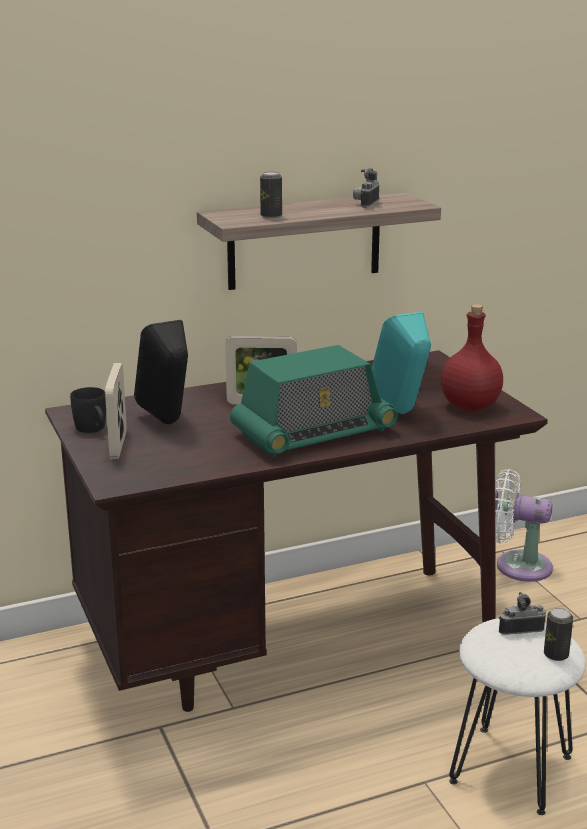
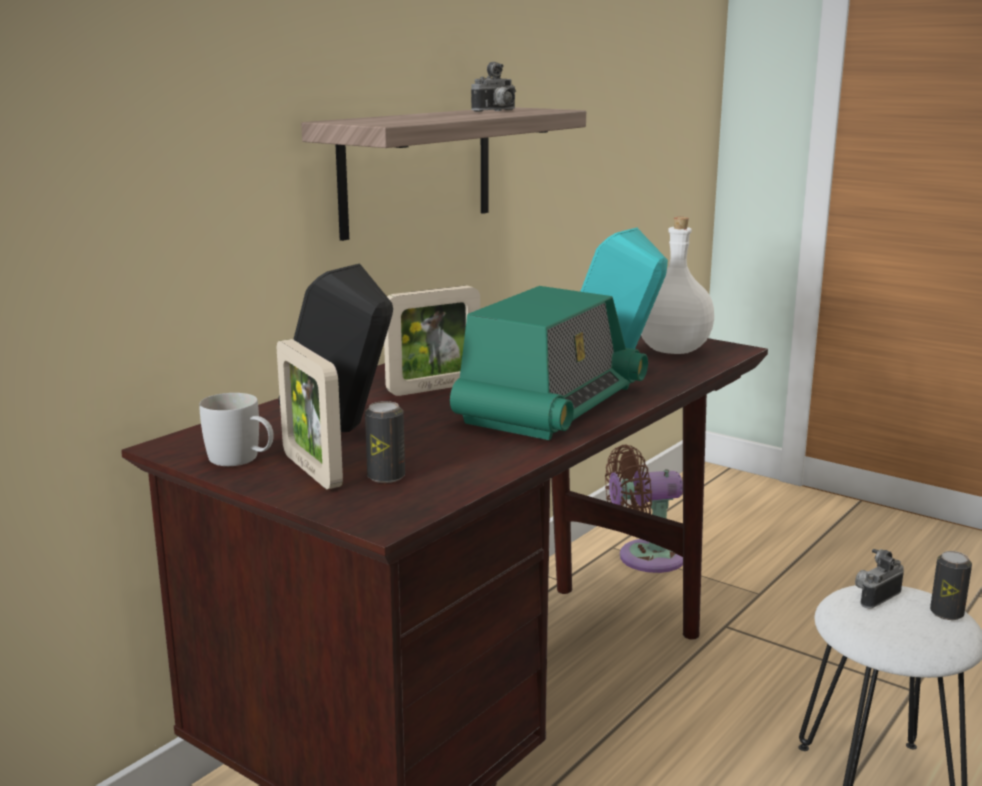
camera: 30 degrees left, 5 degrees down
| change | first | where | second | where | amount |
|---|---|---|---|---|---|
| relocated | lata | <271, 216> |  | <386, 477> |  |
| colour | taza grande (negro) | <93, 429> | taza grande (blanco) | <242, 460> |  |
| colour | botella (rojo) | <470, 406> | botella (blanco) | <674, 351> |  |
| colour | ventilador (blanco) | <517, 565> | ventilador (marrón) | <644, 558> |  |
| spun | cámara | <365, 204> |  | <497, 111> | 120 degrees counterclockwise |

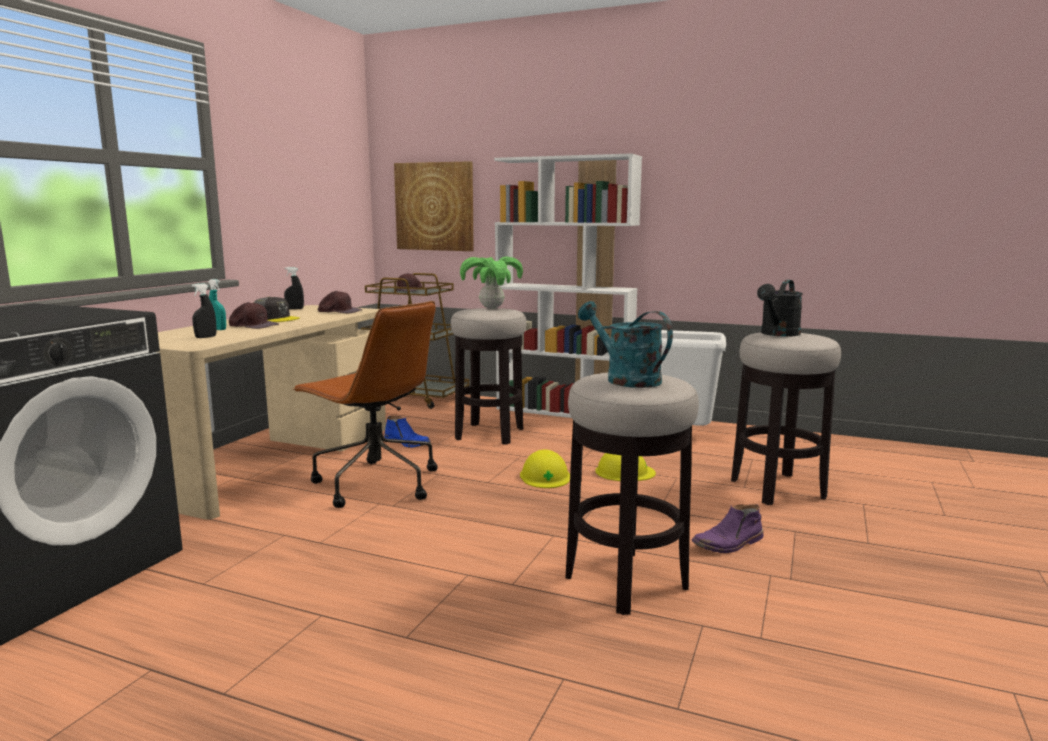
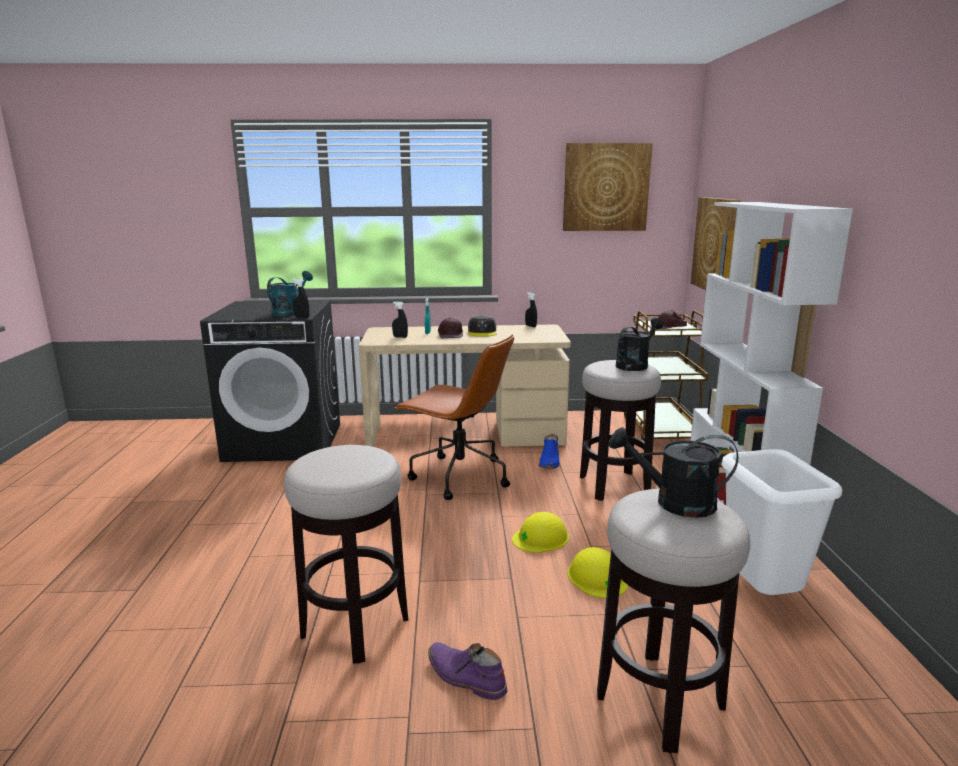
camera: 65 degrees right, 5 degrees up
| change | first | where | second | where | amount |
|---|---|---|---|---|---|
| missing | gorra (marrón) | <340, 311> |  |  |  |
| appeared |  |  | pulverizador (negro) | <302, 317> |  |
| appeared |  |  | cuadro | <606, 187> |  |
| relocated | regadera (turquesa) | <625, 379> |  | <289, 312> |  |
| exchanged | planta en maceta | <492, 308> | regadera (negro) | <635, 365> |  |
| spun | silla de oficina (marrón) | <375, 483> |  | <458, 476> | 75 degrees counterclockwise |

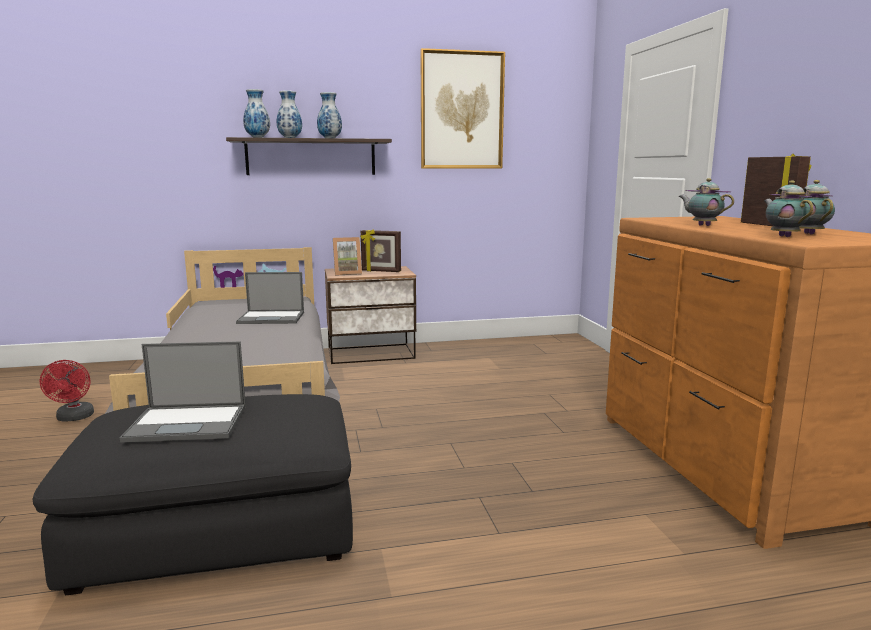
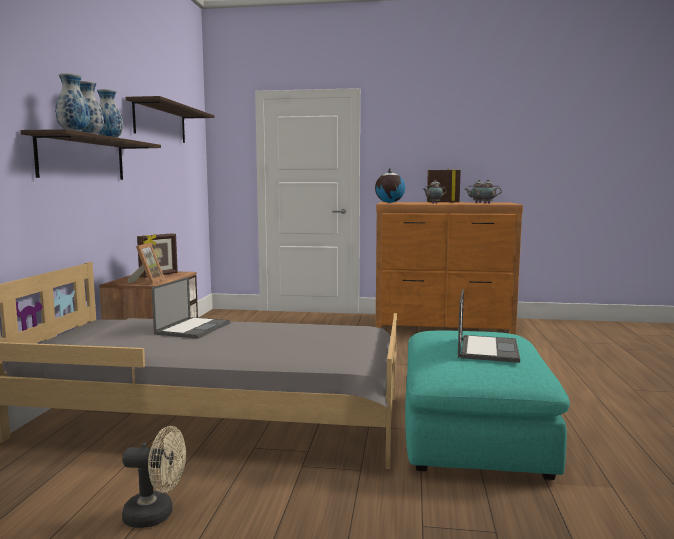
camera: 70 degrees left, 5 degrees down
| change | first | where | second | where | amount |
|---|---|---|---|---|---|
| appeared |  |  | globo terráqueo | <389, 202> |  |
| exchanged | cuadro | <462, 110> | estante | <160, 123> |  |
| colour | puf (negro) | <220, 528> | puf (turquesa) | <472, 431> |  |
| colour | ventilador (rojo) | <74, 418> | ventilador (beis) | <156, 515> |  |

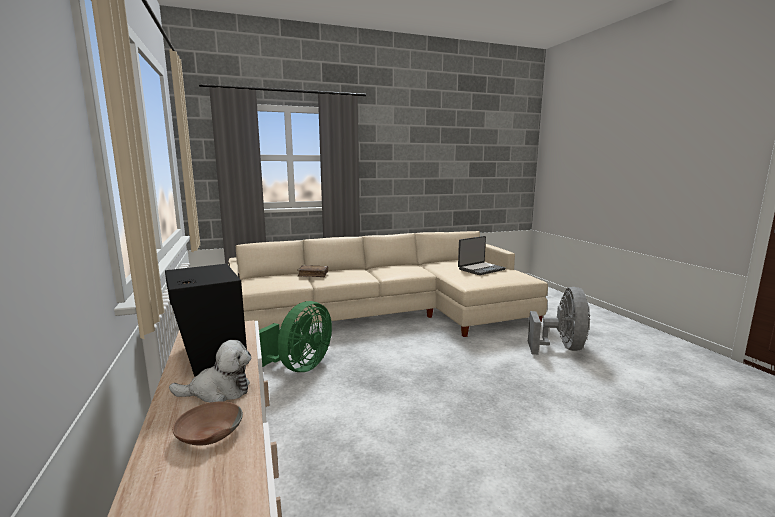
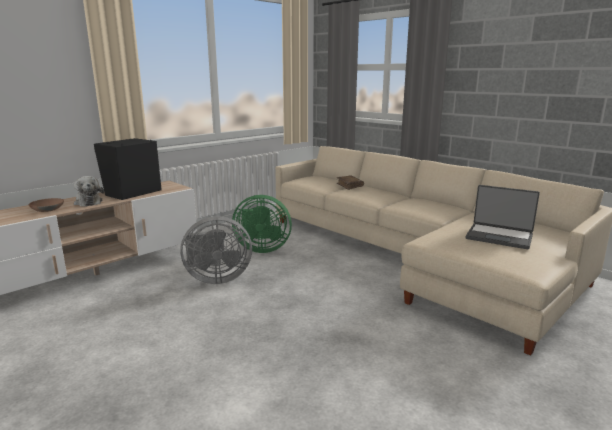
camera: 65 degrees right, 5 degrees up
| change | first | where | second | where | amount |
|---|---|---|---|---|---|
| relocated | ventilador (gris) | <561, 348> |  | <216, 278> |  |

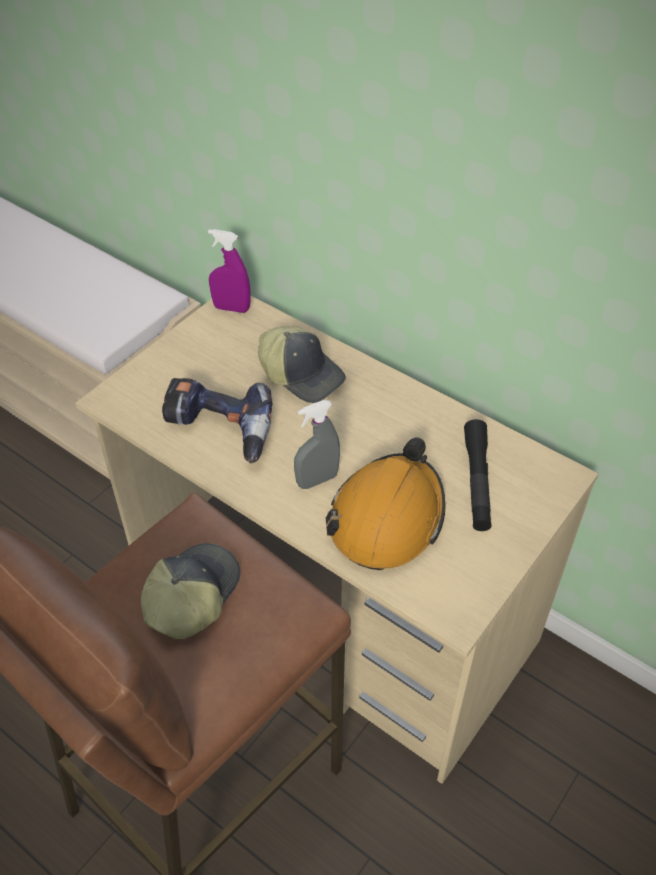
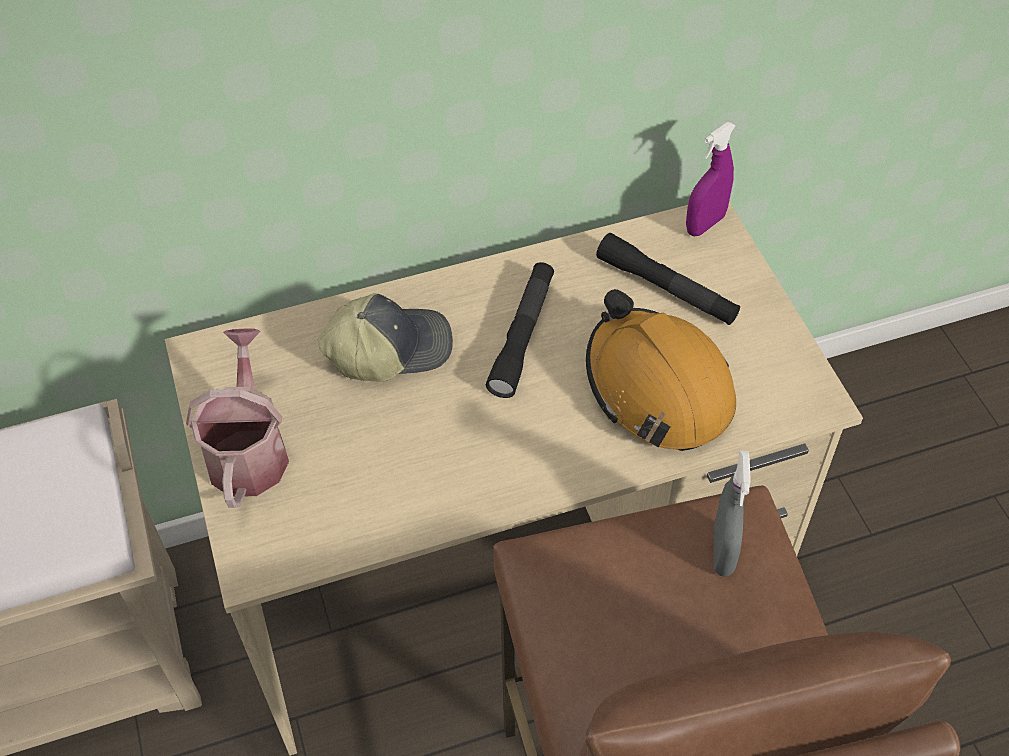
camera: 55 degrees left, 5 degrees up
| change | first | where | second | where | amount |
|---|---|---|---|---|---|
| missing | gorra | <190, 596> |  |  |  |
| missing | taladro | <218, 431> |  |  |  |
| appeared |  |  | regadera | <248, 450> |  |
| appeared |  |  | linterna (negro) | <522, 336> |  |
| relocated | pulverizador (morado) | <231, 308> |  | <705, 224> |  |
| relocated | pulverizador (gris) | <317, 480> |  | <723, 551> |  |

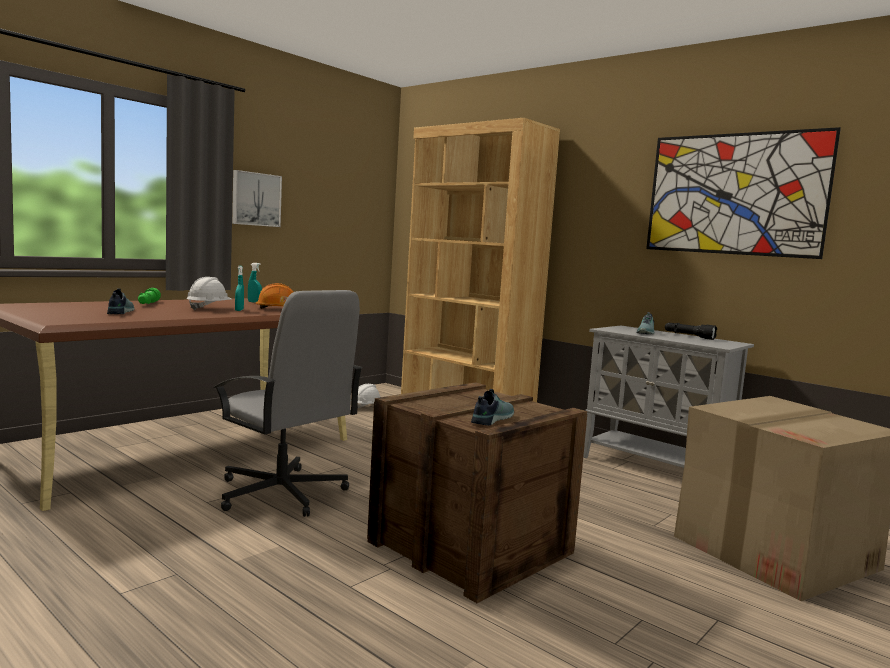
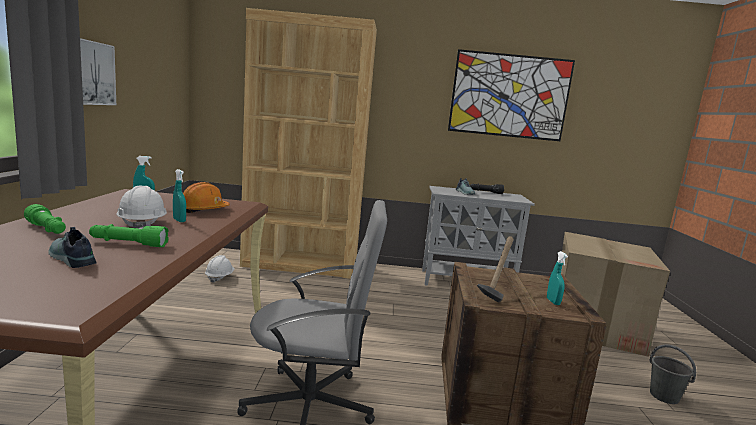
camera: 40 degrees left, 5 degrees up
| change | first | where | second | where | amount |
|---|---|---|---|---|---|
| appeared |  |  | linterna (verde) | <128, 243> |  |
| appeared |  |  | martillo | <494, 290> |  |
| appeared |  |  | cubo (gris) | <664, 396> |  |
| exchanged | zapato | <490, 419> | pulverizador (turquesa) | <553, 302> |  |

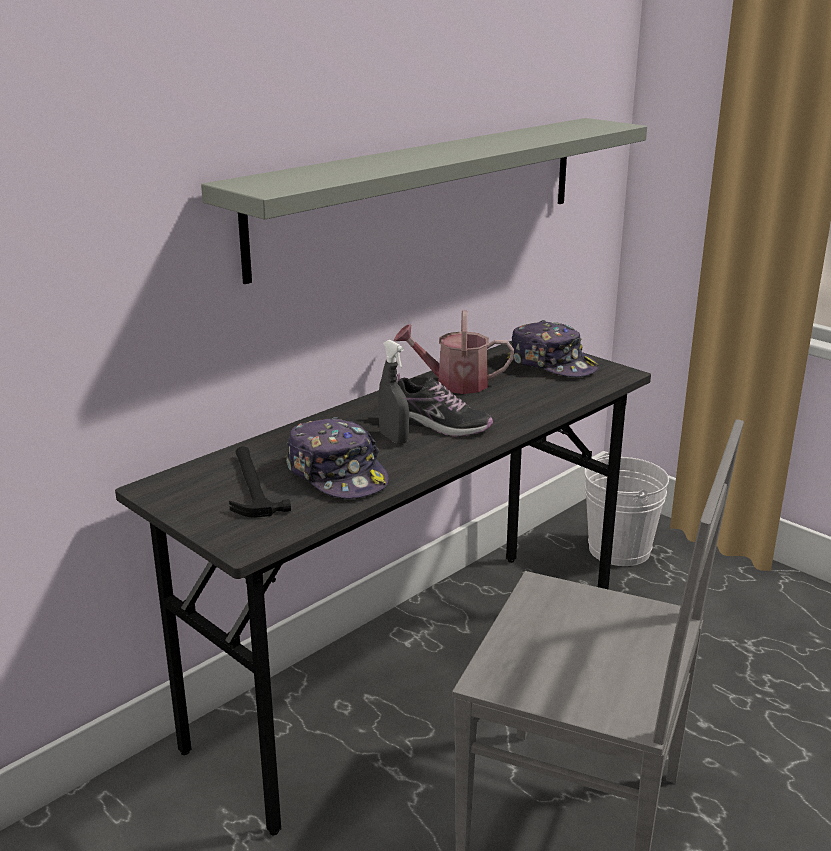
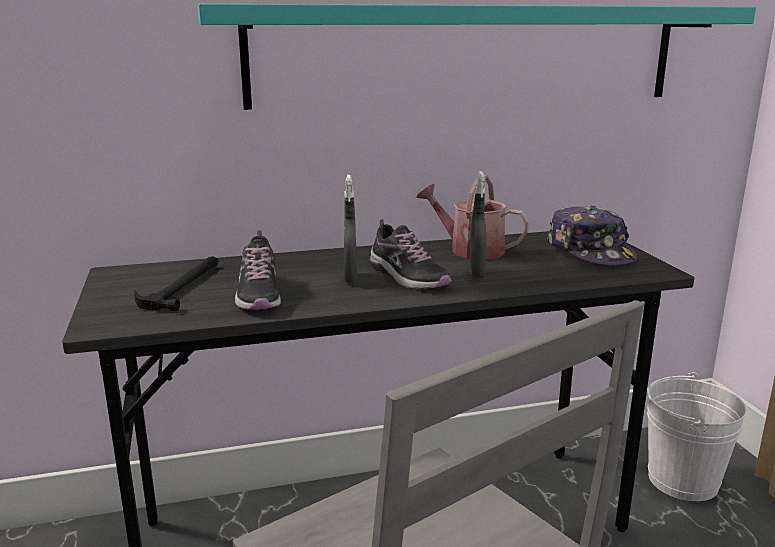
camera: 30 degrees right, 5 degrees down
| change | first | where | second | where | amount |
|---|---|---|---|---|---|
| appeared |  |  | pulverizador (gris) | <476, 272> |  |
| exchanged | gorra | <337, 475> | zapato | <259, 294> |  |
| colour | estante (gris) | <424, 192> | estante (turquesa) | <469, 55> |  |

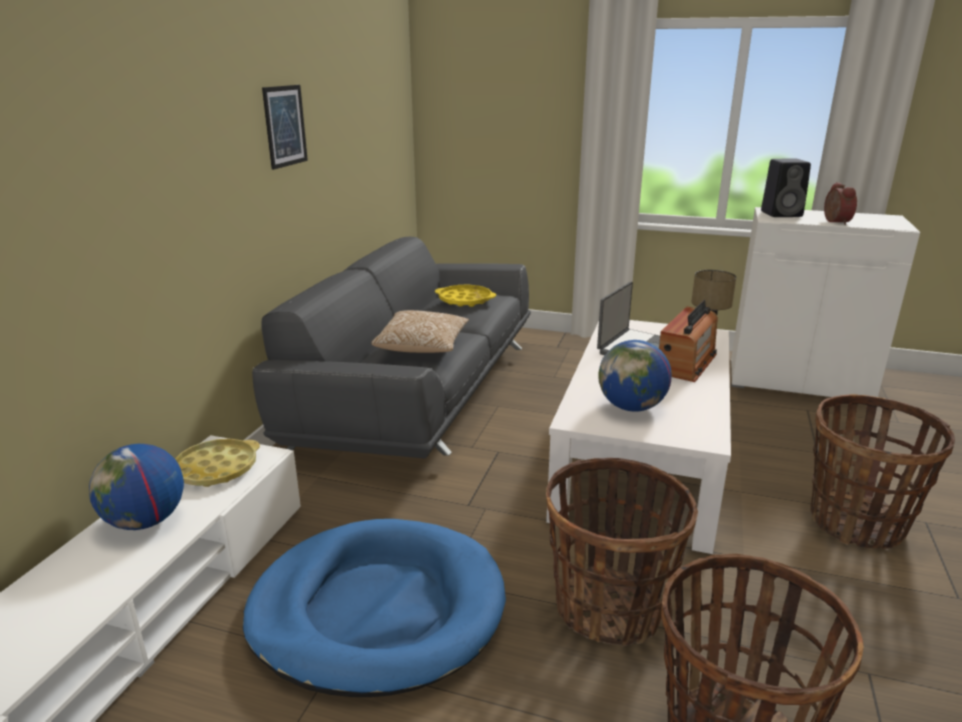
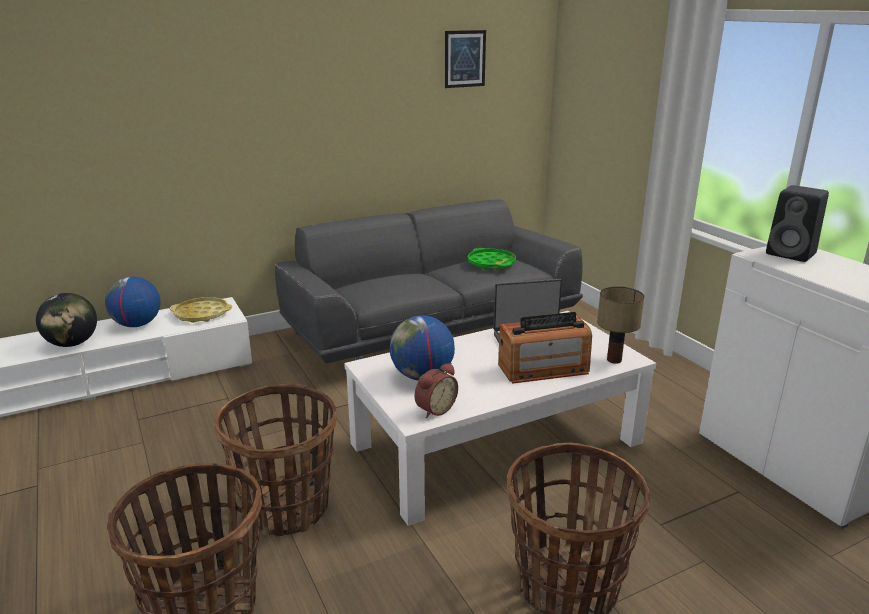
camera: 45 degrees right, 0 degrees up
| change | first | where | second | where | amount |
|---|---|---|---|---|---|
| missing | cama para perro (azul) | <377, 610> |  |  |  |
| missing | cojín | <422, 347> |  |  |  |
| appeared |  |  | globo terráqueo | <72, 344> |  |
| relocated | cuadro | <285, 126> |  | <465, 59> |  |
| relocated | despertador | <834, 222> |  | <434, 409> |  |
| colour | bandeja (amarillo) | <465, 300> | bandeja (verde) | <491, 263> |  |

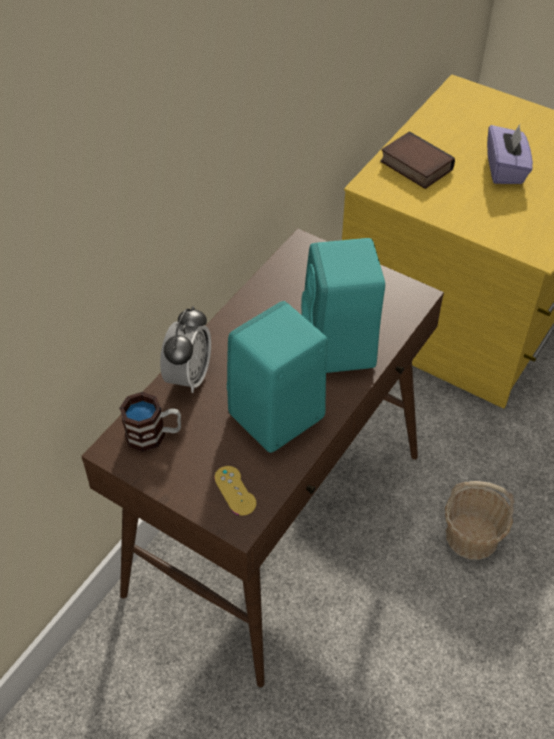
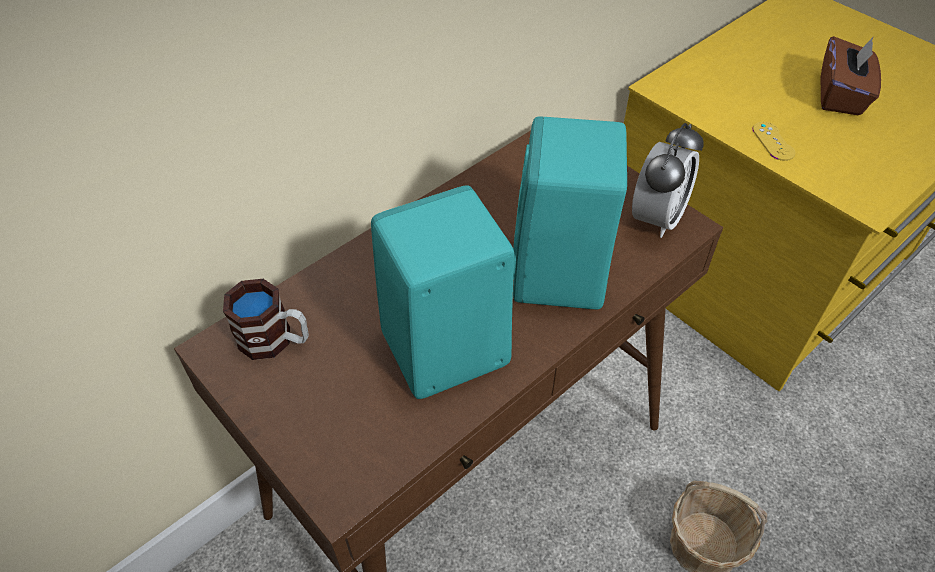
camera: 15 degrees right, 0 degrees up
| change | first | where | second | where | amount |
|---|---|---|---|---|---|
| missing | libro | <414, 166> |  |  |  |
| relocated | despertador | <188, 377> |  | <657, 218> |  |
| relocated | mando de consola (amarillo) | <235, 490> |  | <773, 141> |  |
| colour | caja de pañuelos (morado) | <505, 169> | caja de pañuelos (marrón) | <841, 95> |  |

